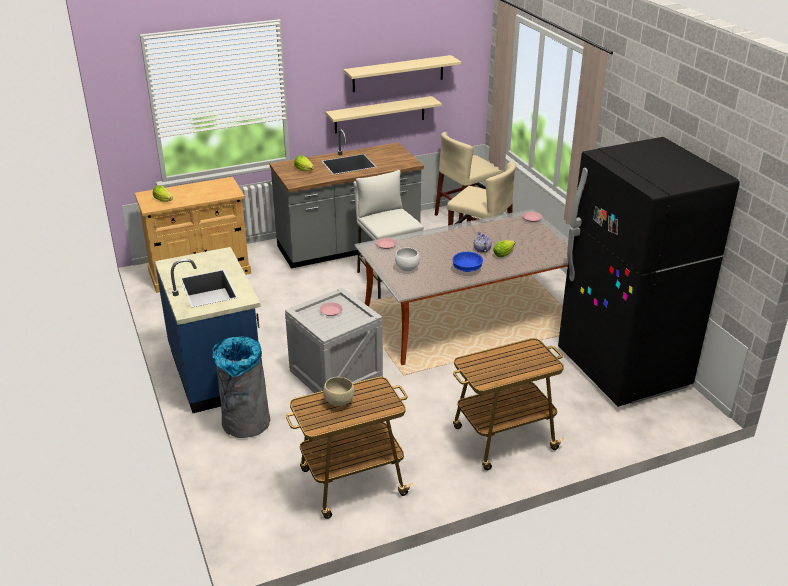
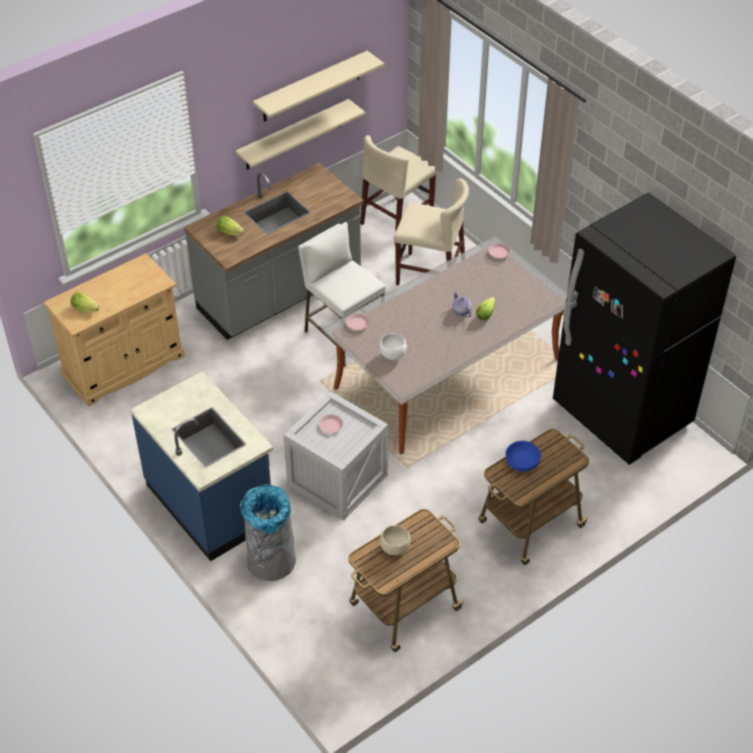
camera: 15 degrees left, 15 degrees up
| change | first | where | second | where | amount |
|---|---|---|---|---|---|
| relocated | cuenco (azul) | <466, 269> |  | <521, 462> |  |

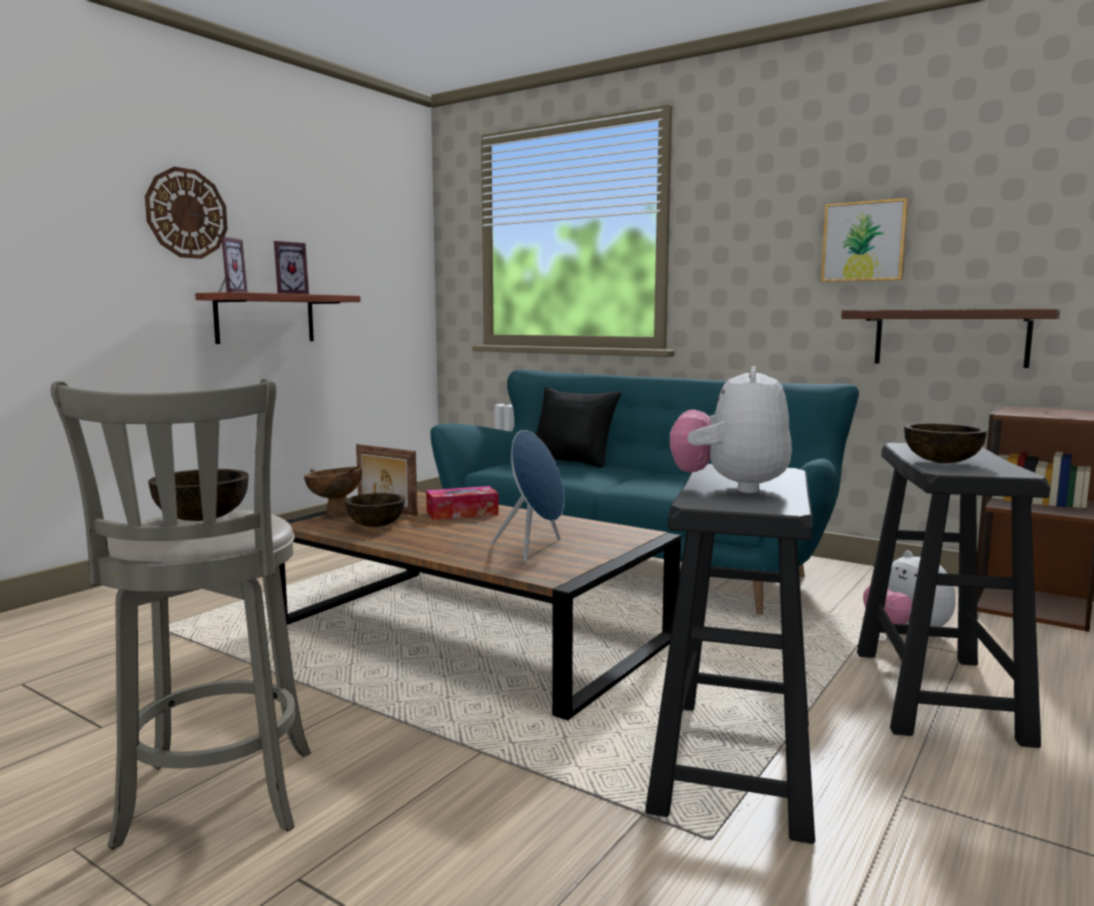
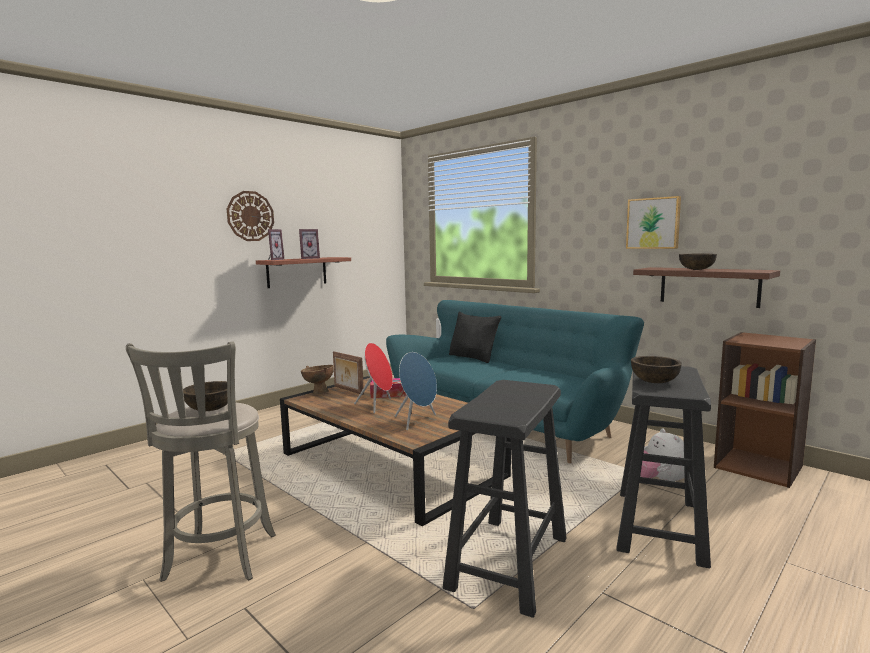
camera: 10 degrees right, 0 degrees up
| change | first | where | second | where | amount |
|---|---|---|---|---|---|
| missing | peluche | <730, 487> |  |  |  |
| appeared |  |  | altavoz (rojo) | <378, 405> |  |
| relocated | cuenco (marrón) | <376, 525> |  | <696, 269> |  |

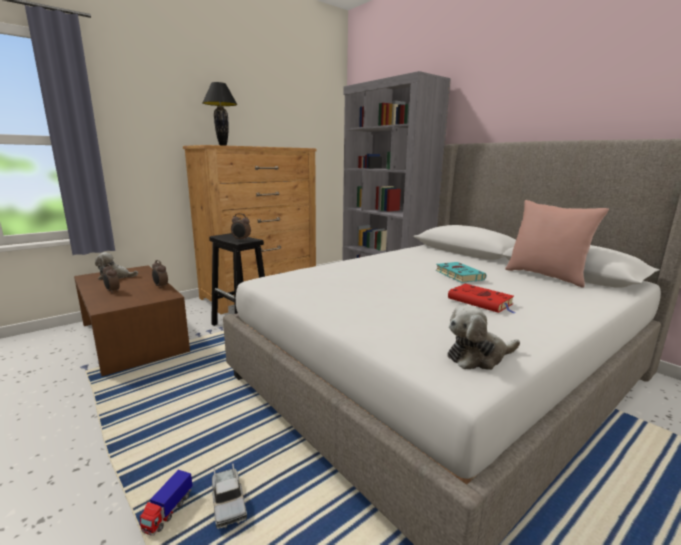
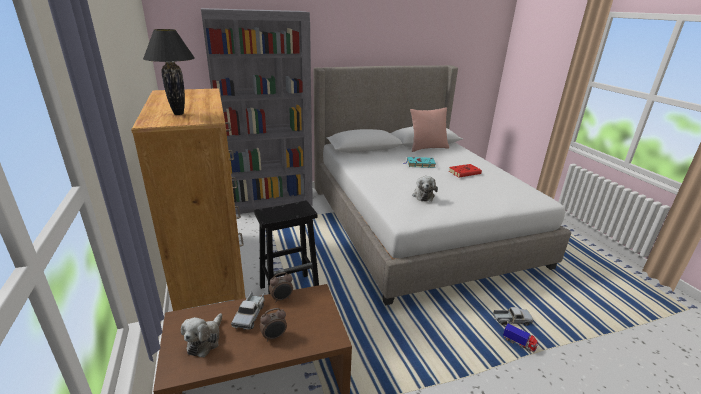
camera: 70 degrees left, 10 degrees up
| change | first | where | second | where | amount |
|---|---|---|---|---|---|
| missing | despertador | <241, 240> |  |  |  |
| appeared |  |  | camión de juguete | <250, 315> |  |
| relocated | peluche | <478, 357> |  | <423, 195> |  |

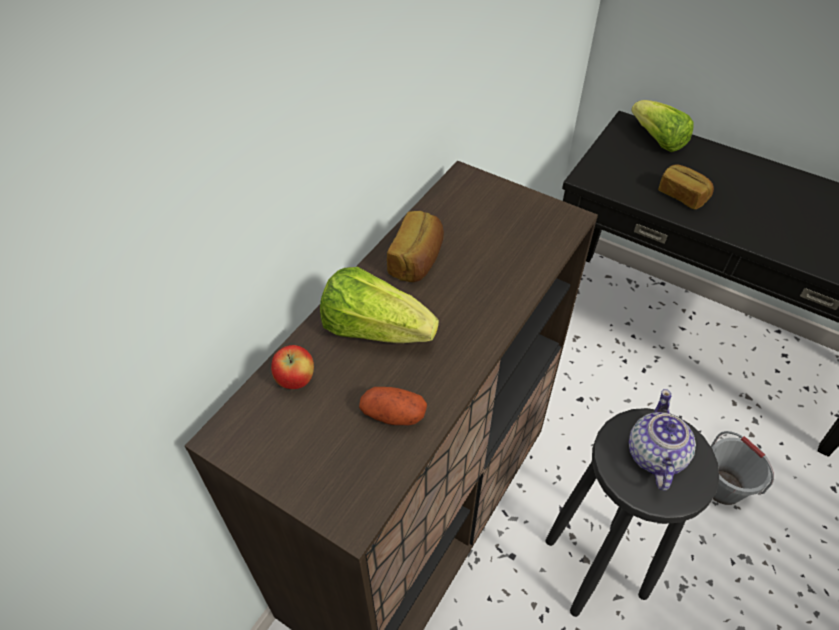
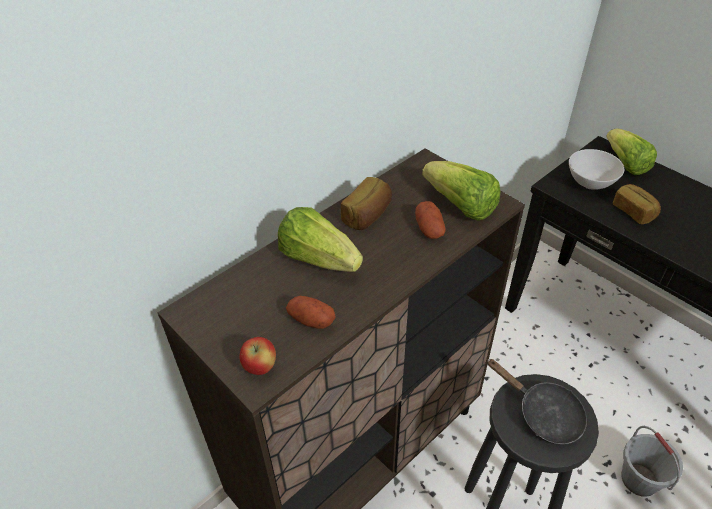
camera: 15 degrees right, 5 degrees down
| change | first | where | second | where | amount |
|---|---|---|---|---|---|
| appeared |  |  | patata | <429, 229> |  |
| appeared |  |  | lechuga | <460, 206> |  |
| appeared |  |  | cuenco (blanco) | <589, 184> |  |
| relocated | manzana | <296, 380> |  | <260, 367> |  |
| exchanged | tetera | <654, 455> | sartén (negro) | <543, 414> |  |

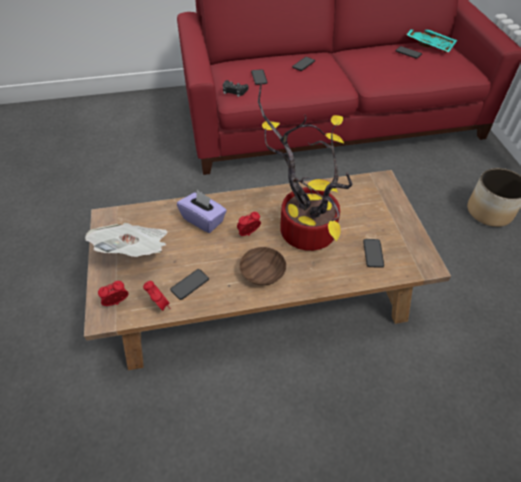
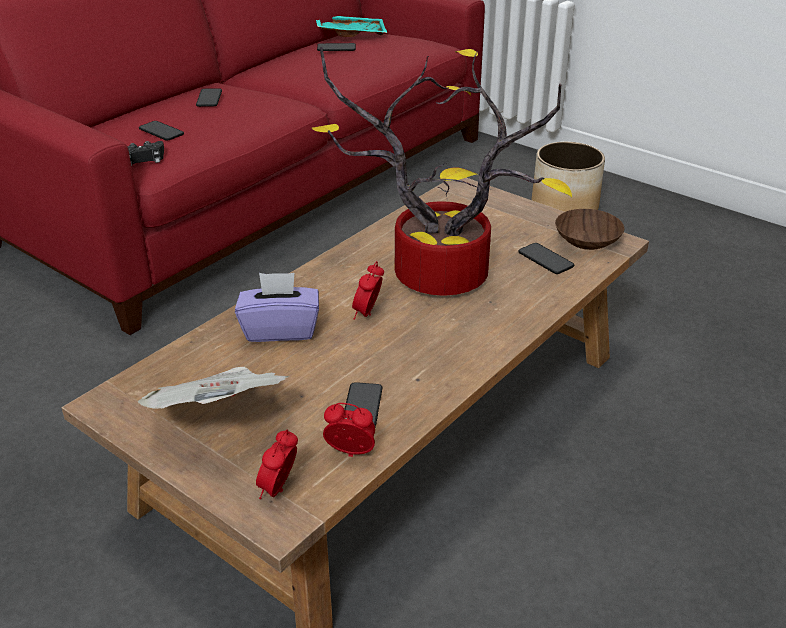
camera: 40 degrees left, 15 degrees down
| change | first | where | second | where | amount |
|---|---|---|---|---|---|
| relocated | cuenco (marrón) | <263, 271> |  | <587, 239> |  |

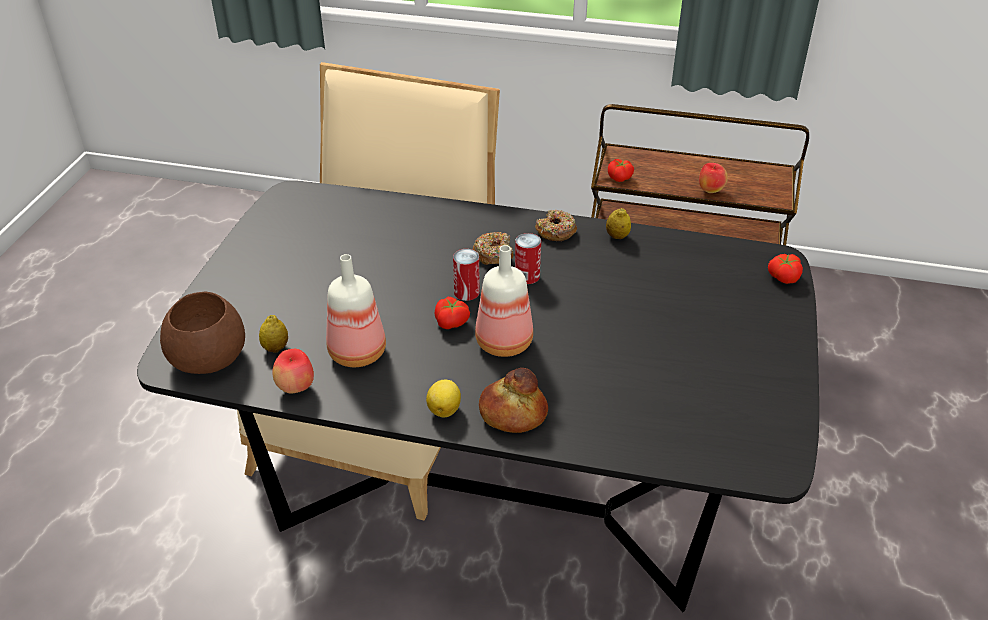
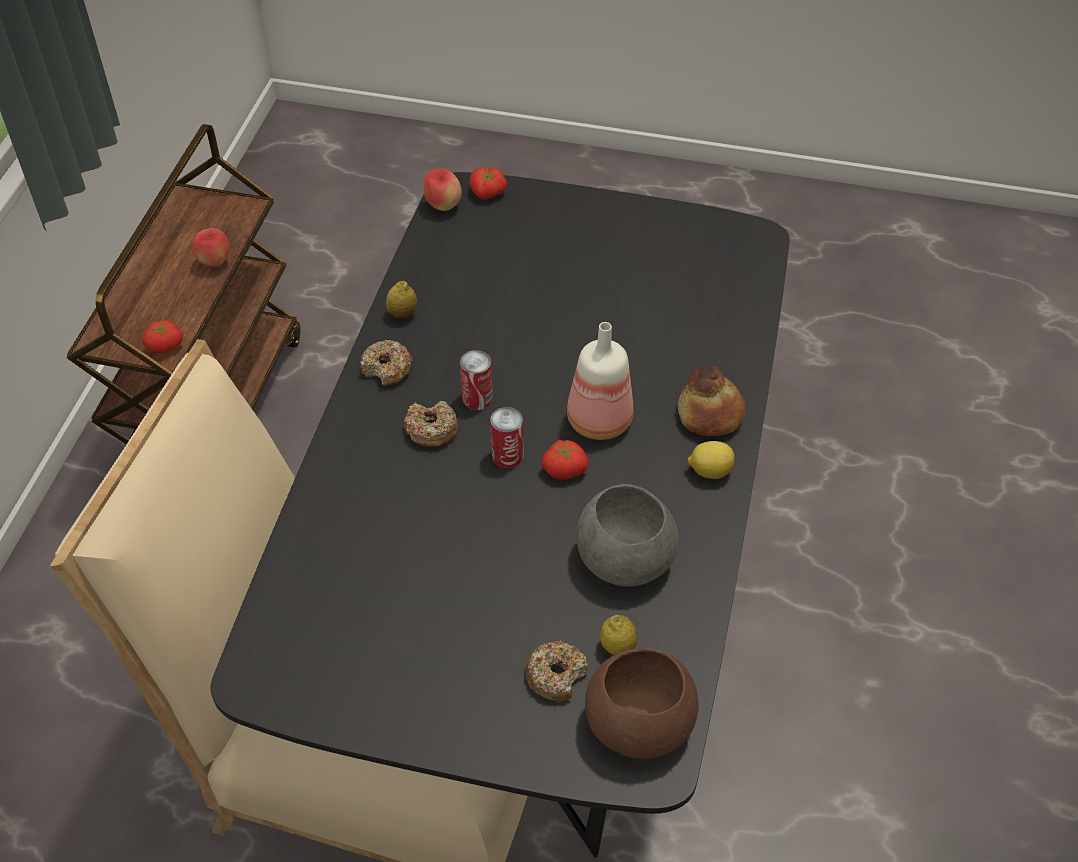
camera: 90 degrees left, 10 degrees up
| change | first | where | second | where | amount |
|---|---|---|---|---|---|
| appeared |  |  | rosquilla | <556, 675> |  |
| relocated | manzana | <296, 388> |  | <443, 206> |  |
| exchanged | botella | <359, 353> | cuenco (gris) | <623, 556> |  |

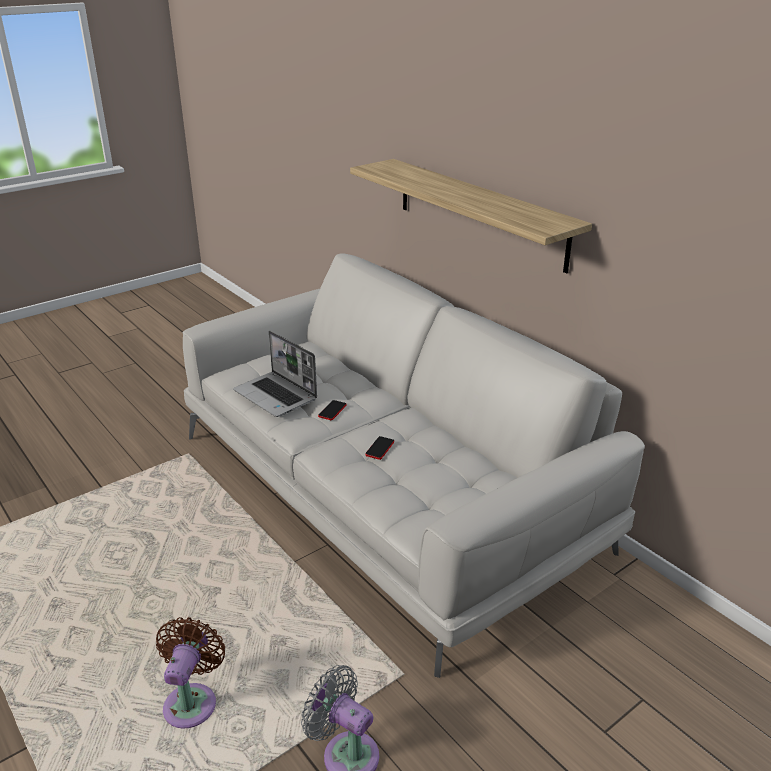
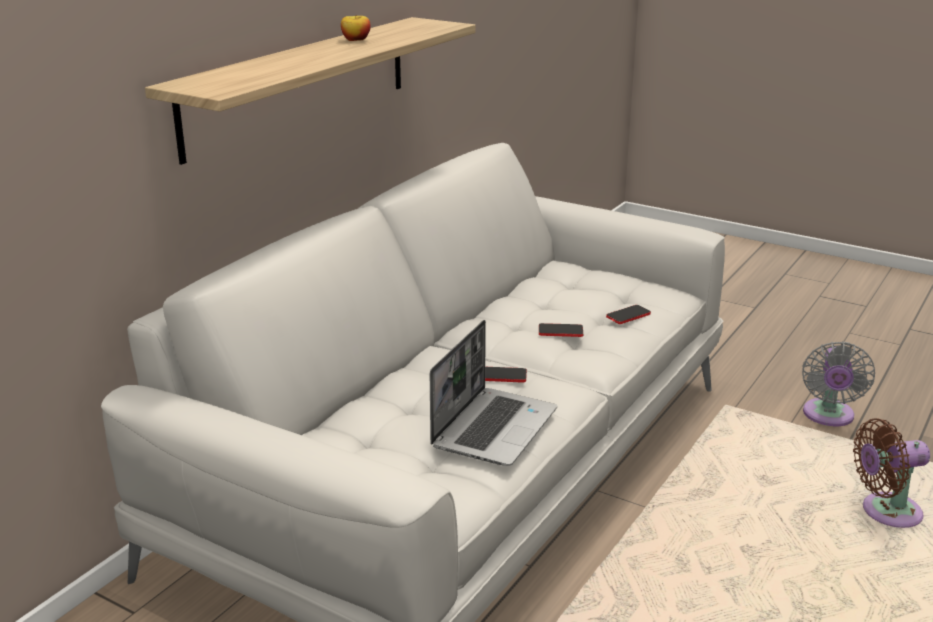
camera: 110 degrees left, 5 degrees down
| change | first | where | second | where | amount |
|---|---|---|---|---|---|
| appeared |  |  | manzana | <356, 40> |  |
| appeared |  |  | móvil | <628, 315> |  |

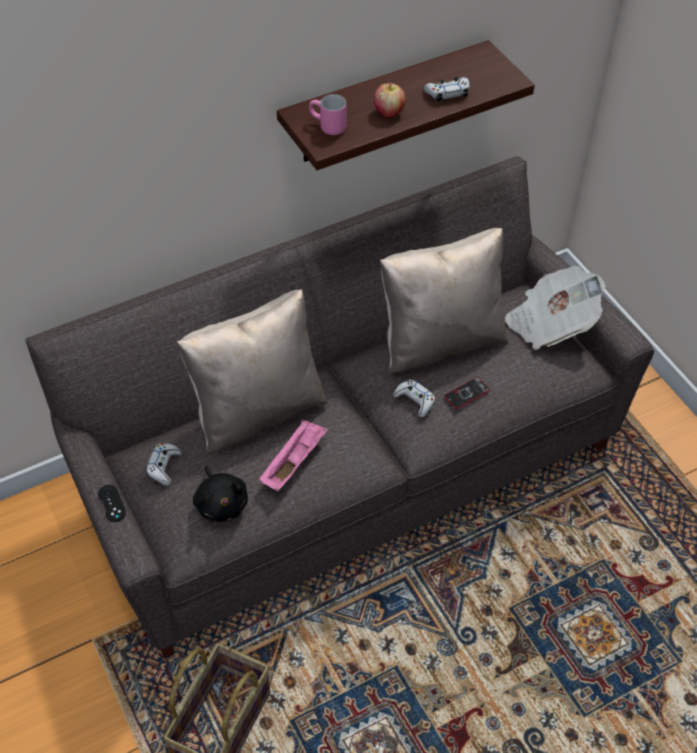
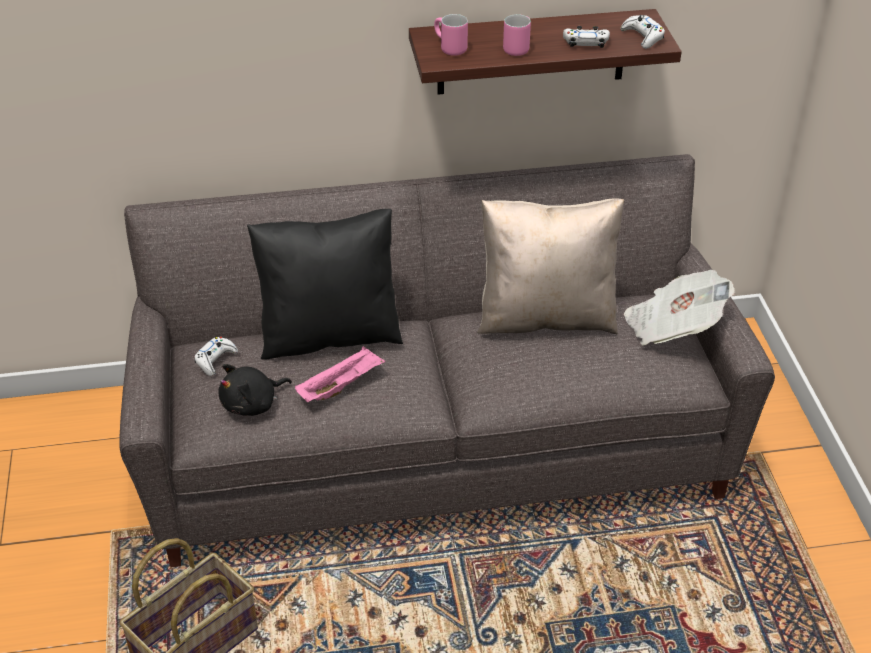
camera: 20 degrees right, 10 degrees down
| change | first | where | second | where | amount |
|---|---|---|---|---|---|
| missing | mando de consola (negro) | <112, 503> |  |  |  |
| missing | móvil | <466, 393> |  |  |  |
| relocated | mando de consola (blanco) | <415, 400> |  | <643, 37> |  |
| exchanged | manzana | <388, 112> | taza grande (rosa) | <517, 47> |  |
| colour | cojín (beis) | <257, 410> | cojín (negro) | <329, 334> |  |
| spun | peluche (negro) | <221, 503> |  | <252, 404> | 60 degrees clockwise |

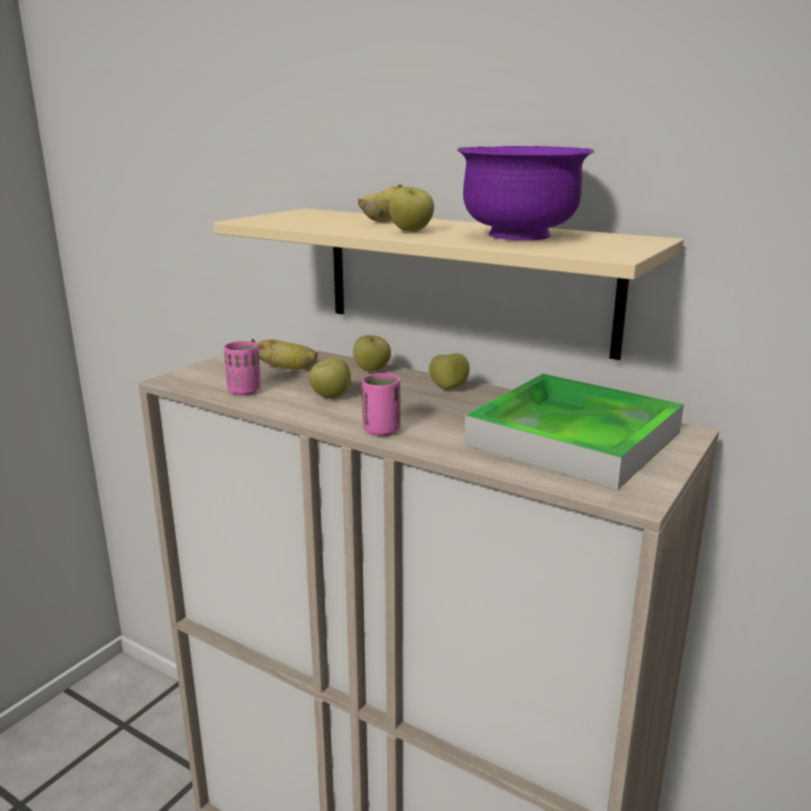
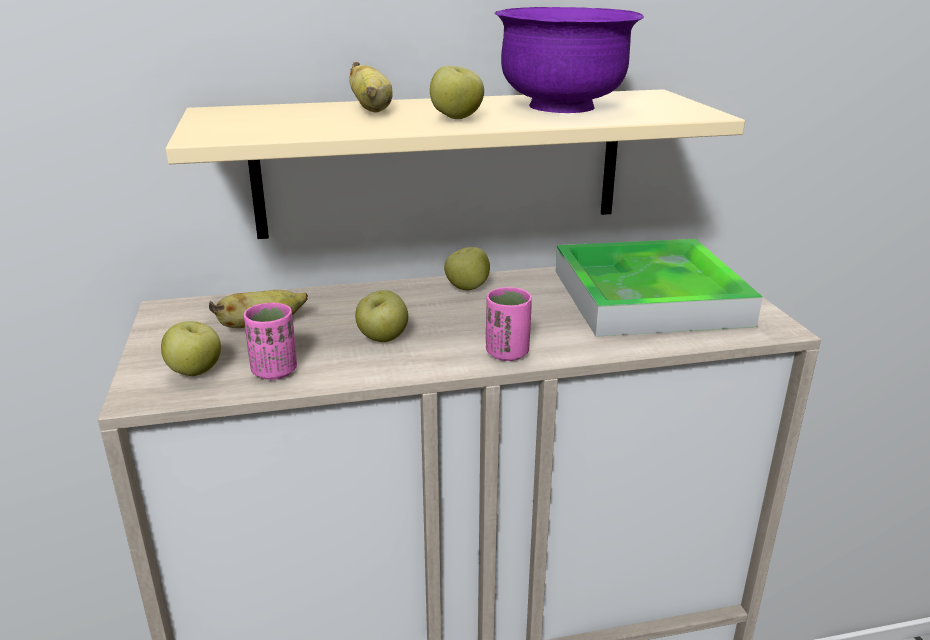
camera: 45 degrees left, 5 degrees up
| change | first | where | second | where | amount |
|---|---|---|---|---|---|
| relocated | manzana | <372, 370> |  | <196, 372> |  |

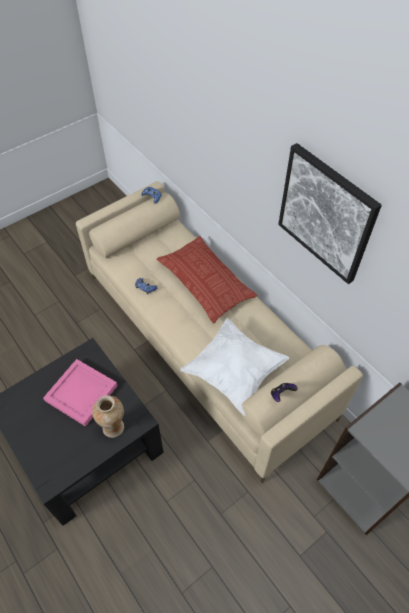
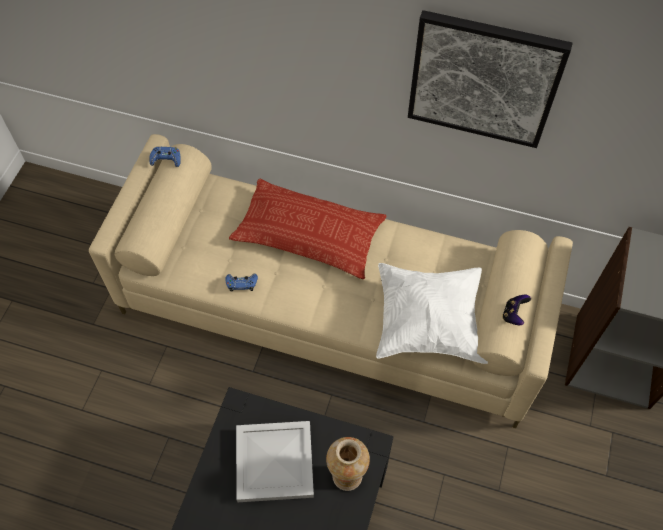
camera: 35 degrees left, 5 degrees up
| change | first | where | second | where | amount |
|---|---|---|---|---|---|
| colour | bandeja (rosa) | <81, 392> | bandeja (blanco) | <273, 461> |  |

